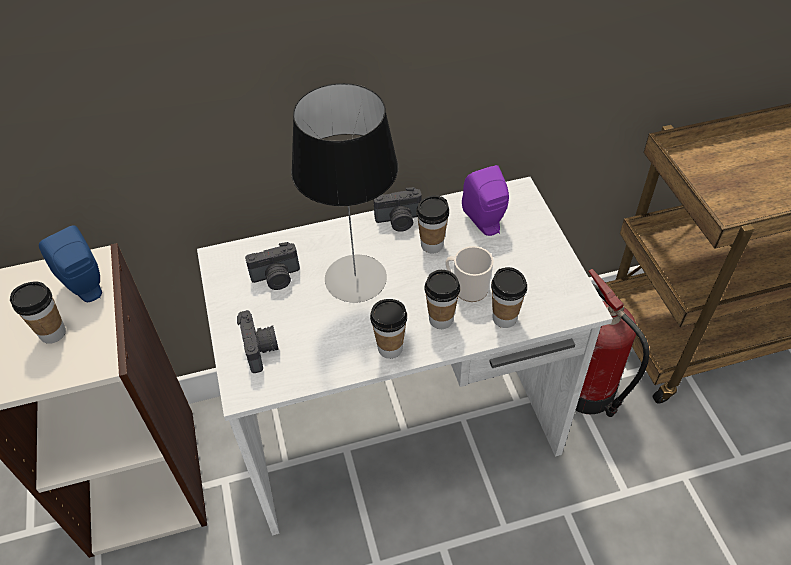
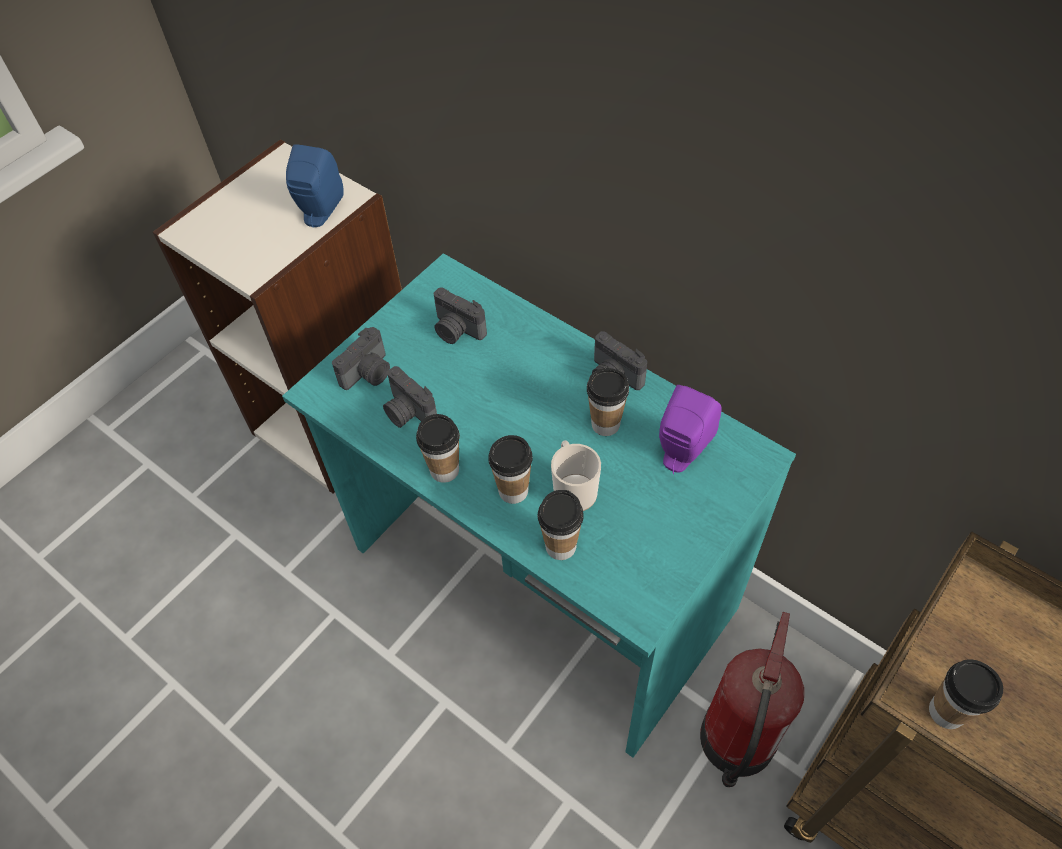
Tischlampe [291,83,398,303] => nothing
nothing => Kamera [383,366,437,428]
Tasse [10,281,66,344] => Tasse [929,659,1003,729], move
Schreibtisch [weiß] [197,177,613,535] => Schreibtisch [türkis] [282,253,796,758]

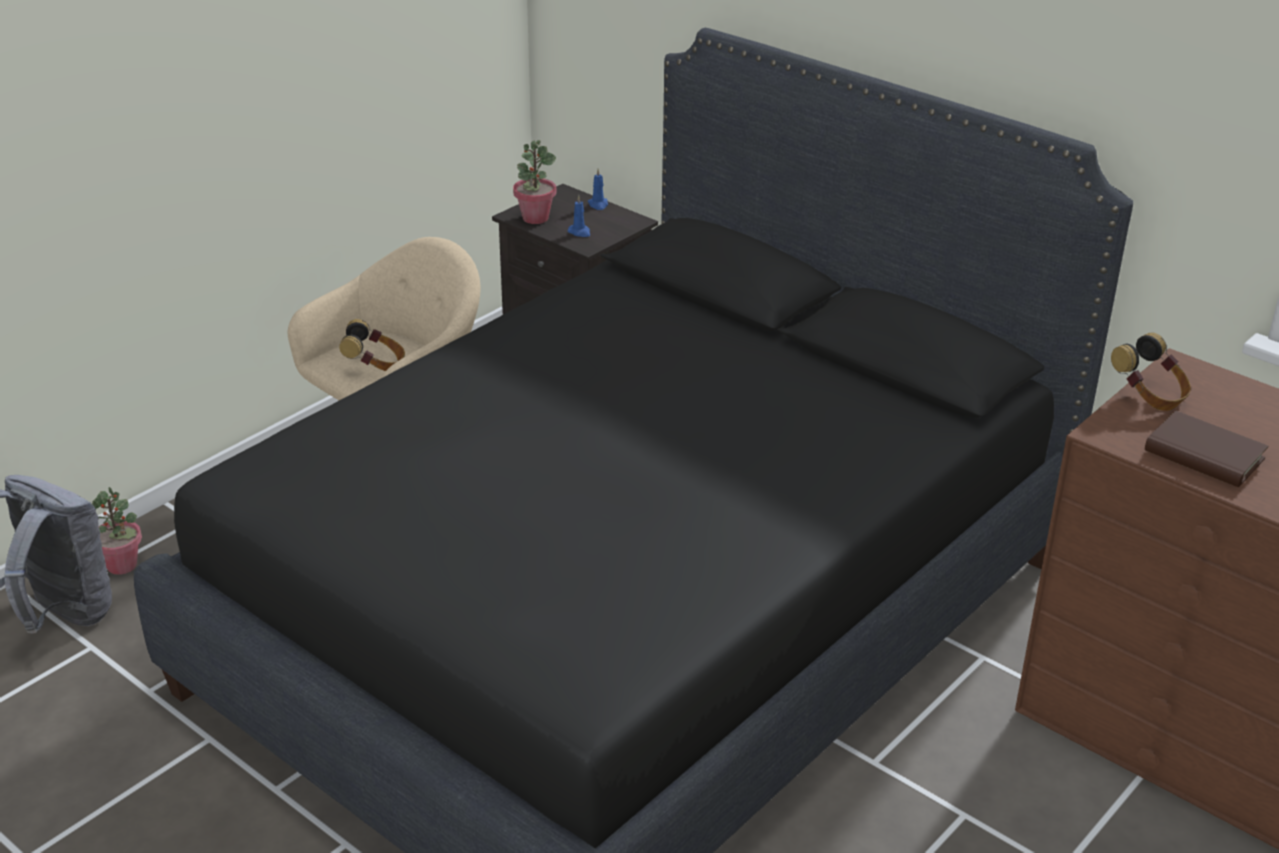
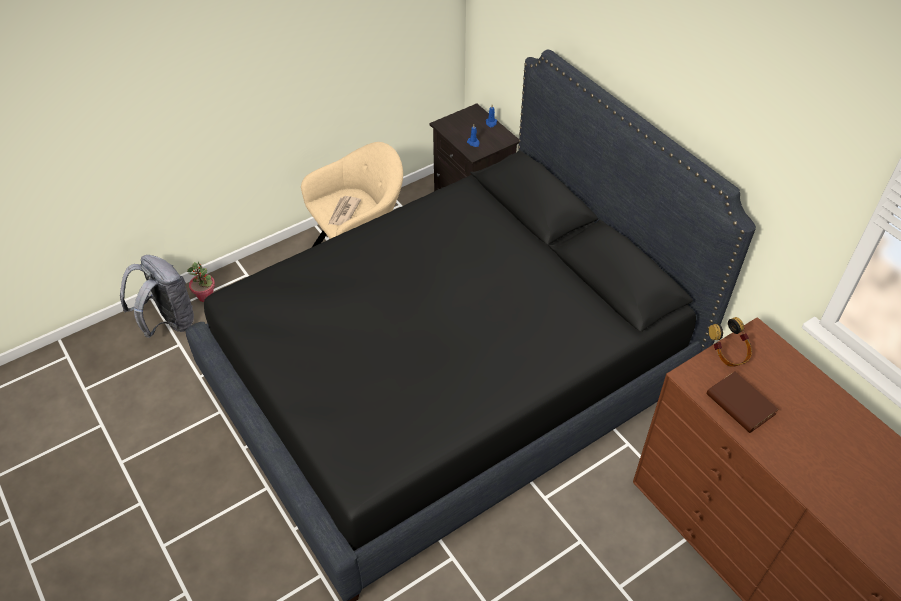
Topfpflanze [513,140,557,224] => nothing
Kopfhörer [339,319,405,371] => Zeitung [329,196,361,226]

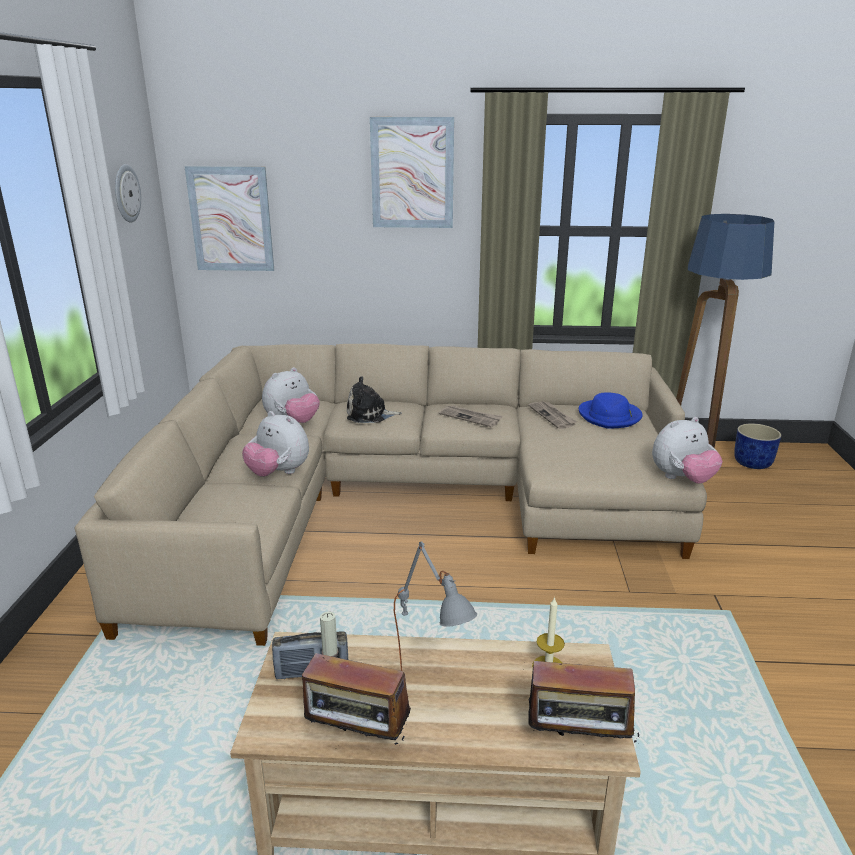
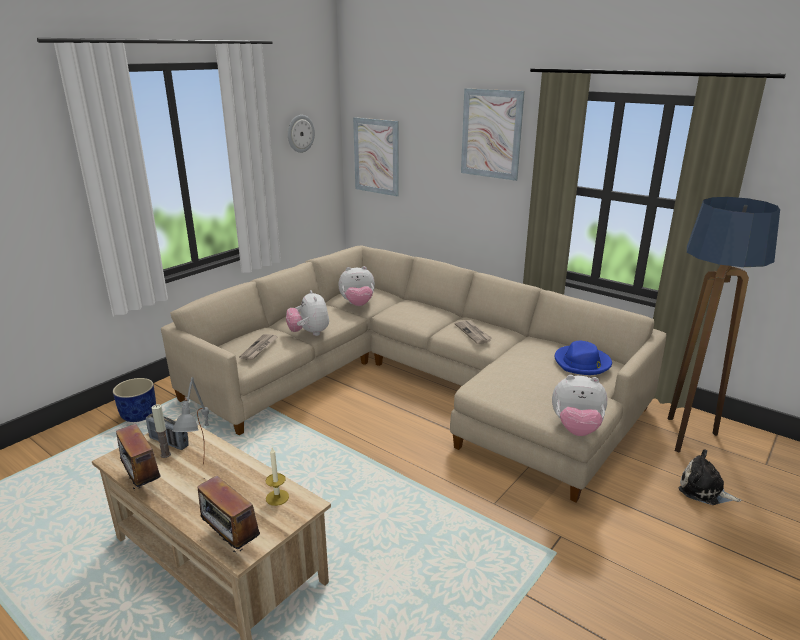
Plüschtier [347,376,402,423] => Plüschtier [679,449,742,505], move
Zeitung [529,401,577,429] => Zeitung [239,334,278,360], move
Pflanzkübel [blau] [734,423,781,469] => Pflanzkübel [blau] [113,378,156,422], move

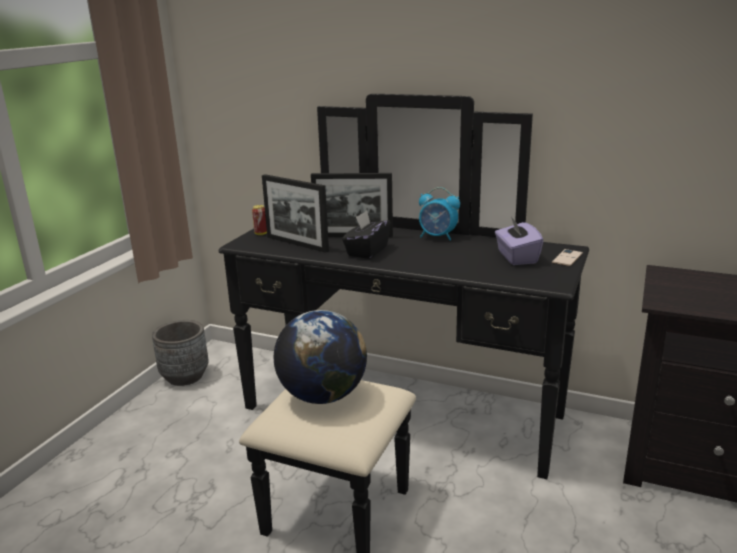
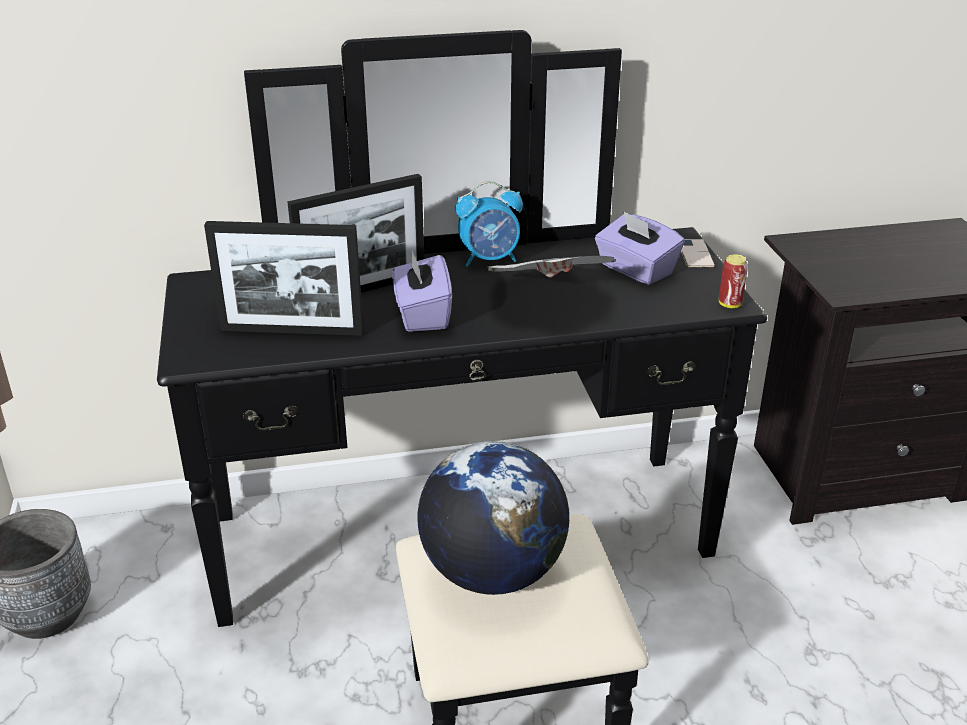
nothing => Zeitung [488,256,615,278]
Dose [252,205,267,235] => Dose [719,254,748,308], move
Taschentuchbox [schwarz] [342,211,391,259] => Taschentuchbox [lila] [392,249,452,332]

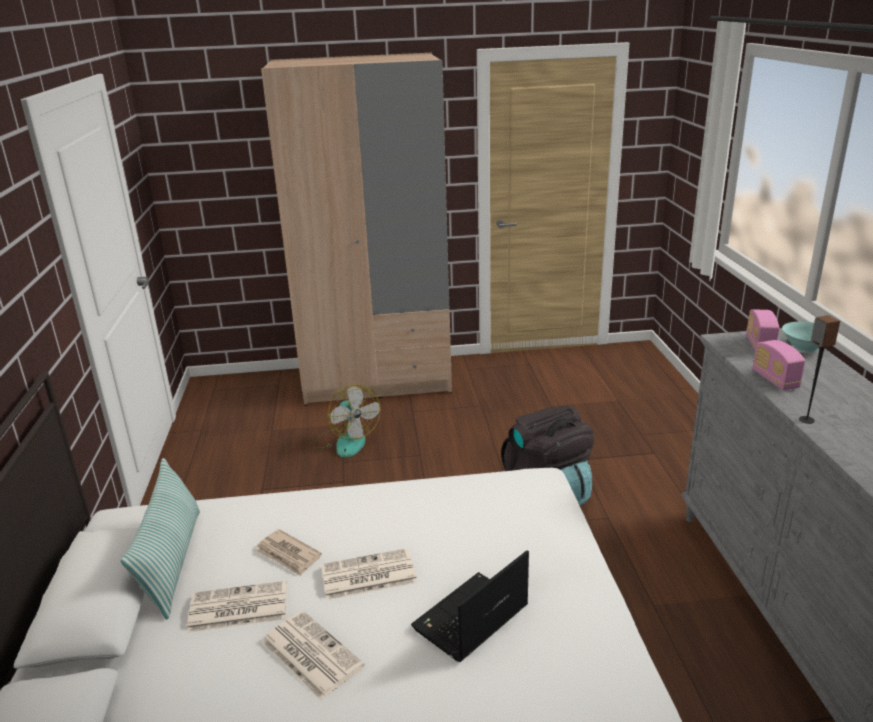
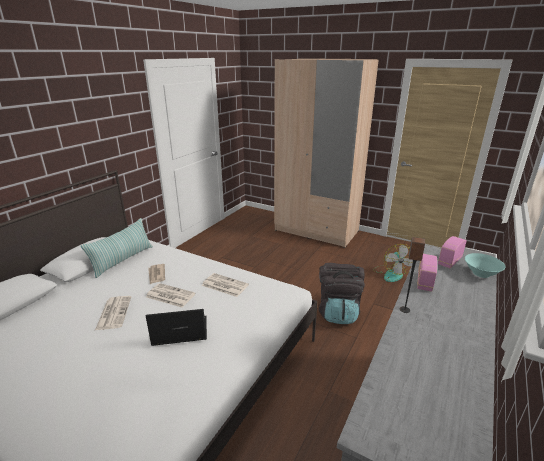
Zeitung [187,581,287,632] => Zeitung [202,273,249,297], move
Ventilator [313,384,381,458] => Ventilator [373,244,413,282], move

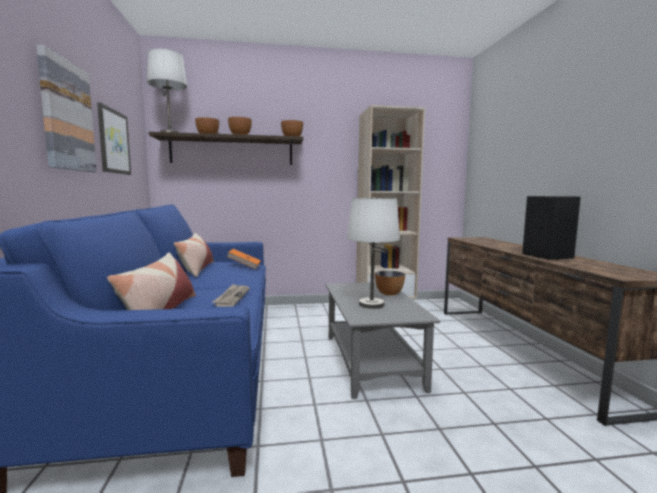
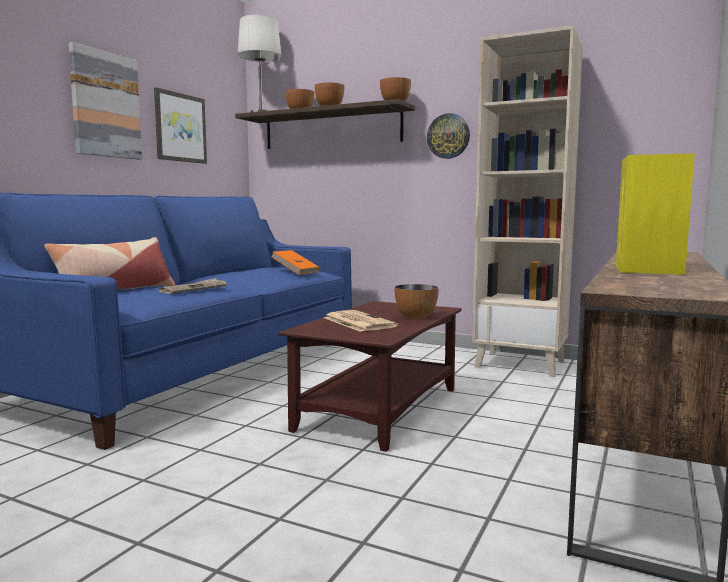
Kissen [174,233,214,277] => nothing
nothing => Wanduhr [427,113,470,159]
Tischlampe [weiß] [347,197,400,309] => Zeitung [324,310,398,332]
Couchtisch [grau] [325,282,440,399] => Couchtisch [braun] [279,301,462,452]
Lautsprecher [schwarz] [522,196,581,260] => Lautsprecher [gelb] [616,153,695,275]

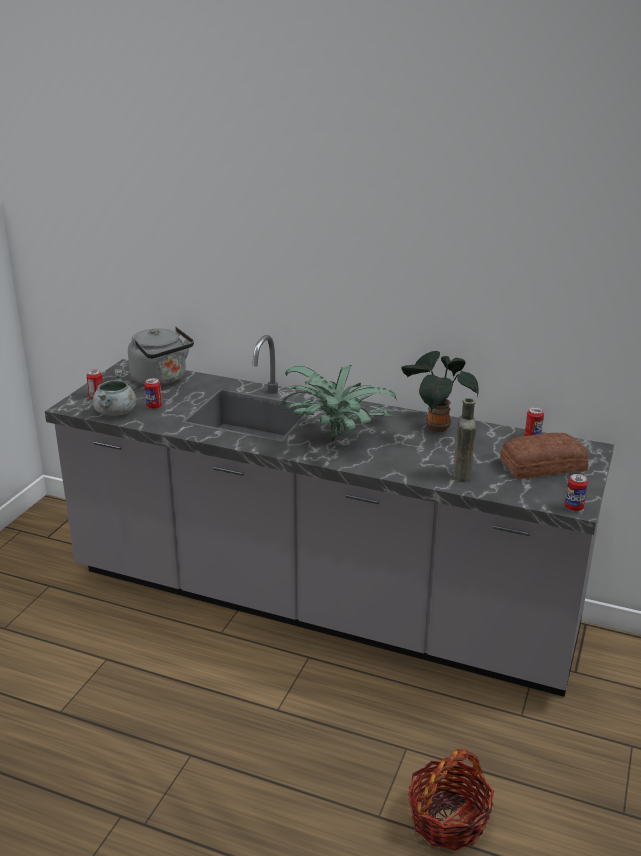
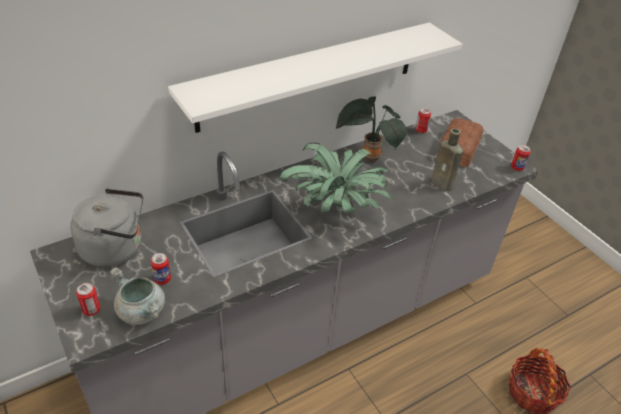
nothing => Wandregal [weiß] [168,23,462,133]

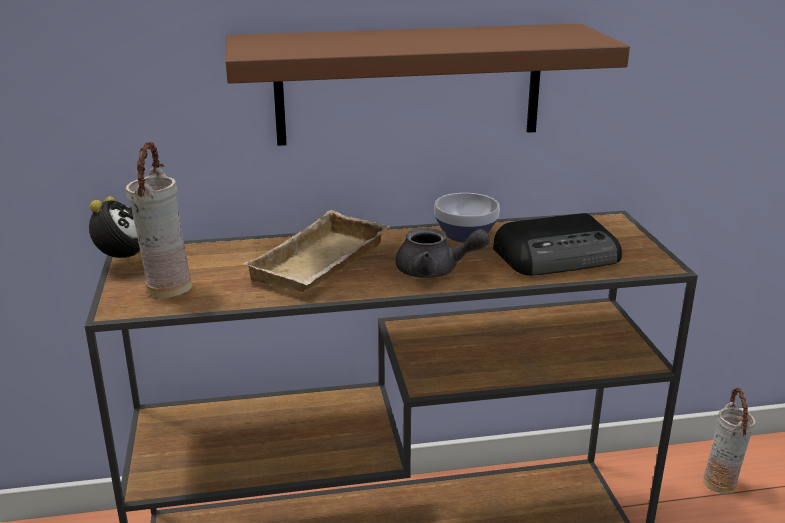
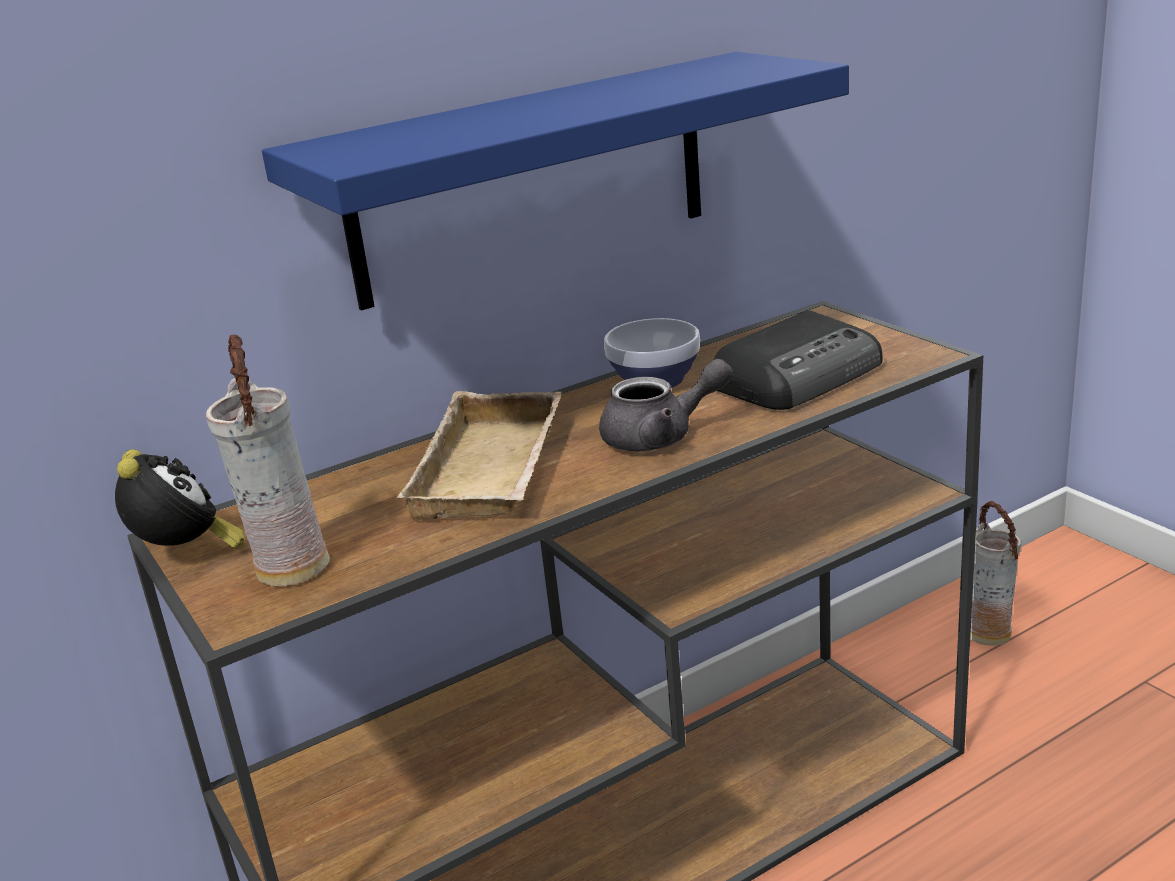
Wandregal [braun] [226,24,630,146] => Wandregal [blau] [262,52,849,311]

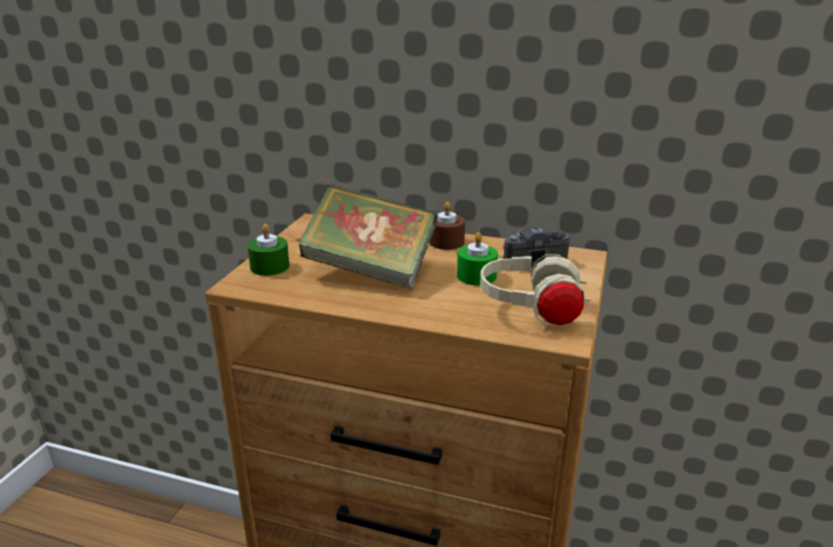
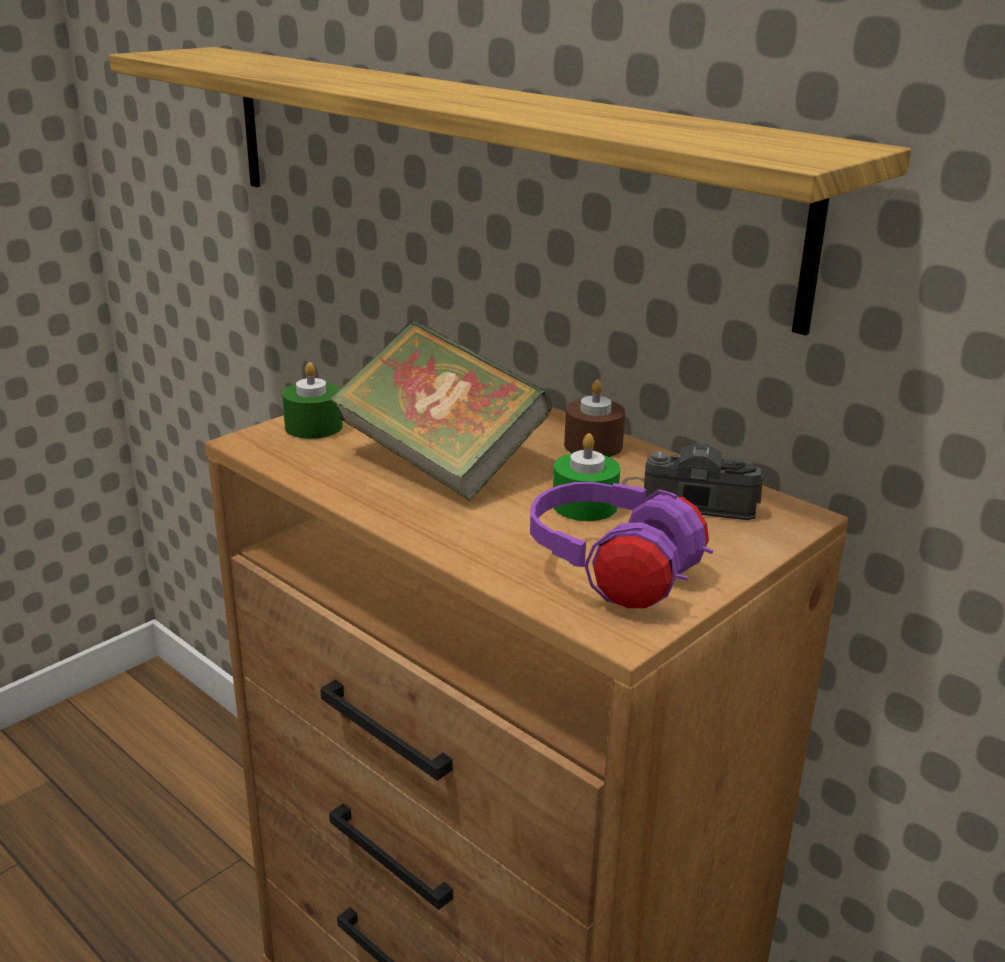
nothing => Wandregal [109,47,911,336]
Kopfhörer [beige] [480,254,591,325] => Kopfhörer [lila] [530,482,713,608]

